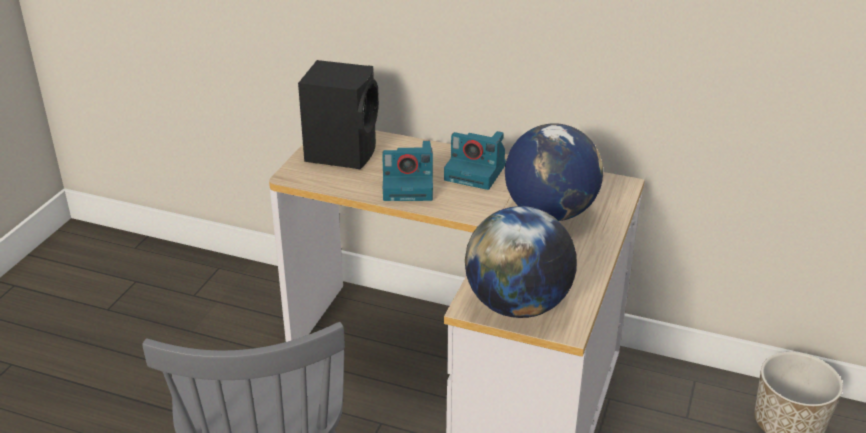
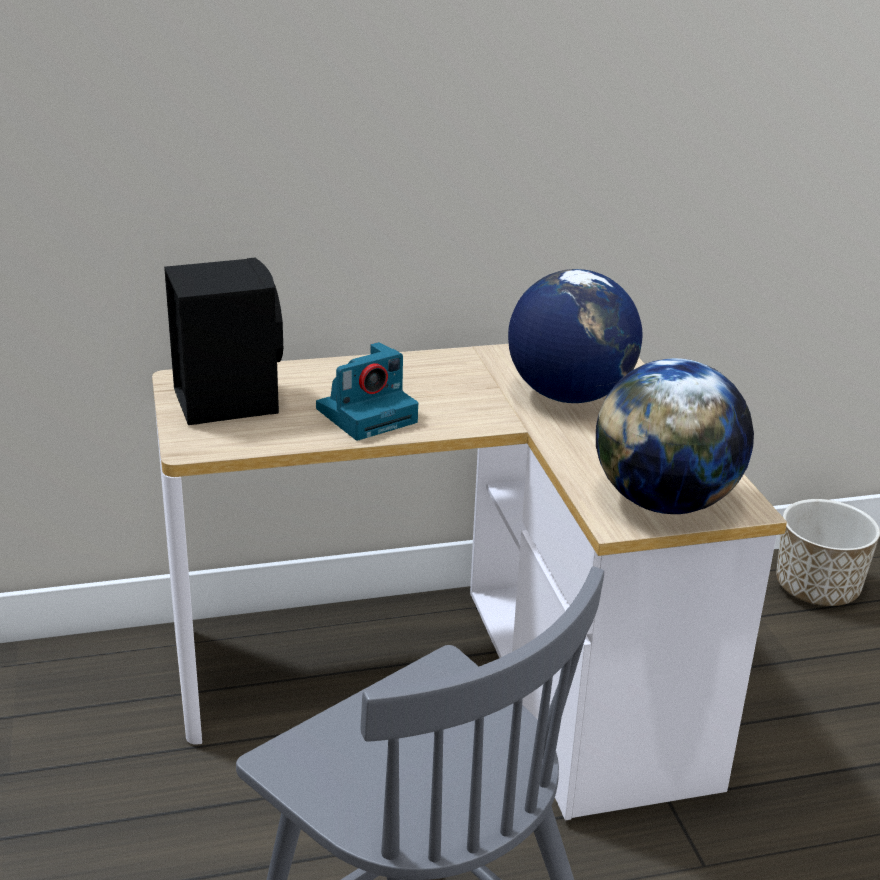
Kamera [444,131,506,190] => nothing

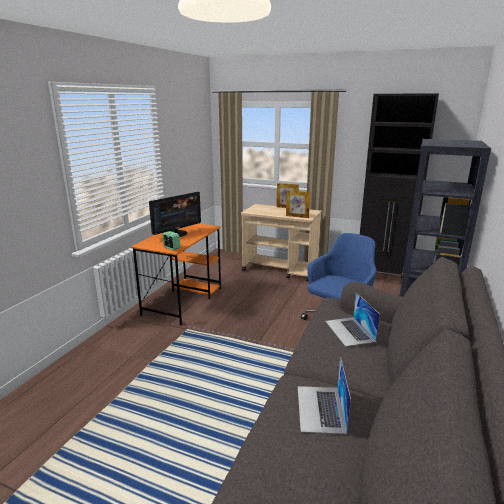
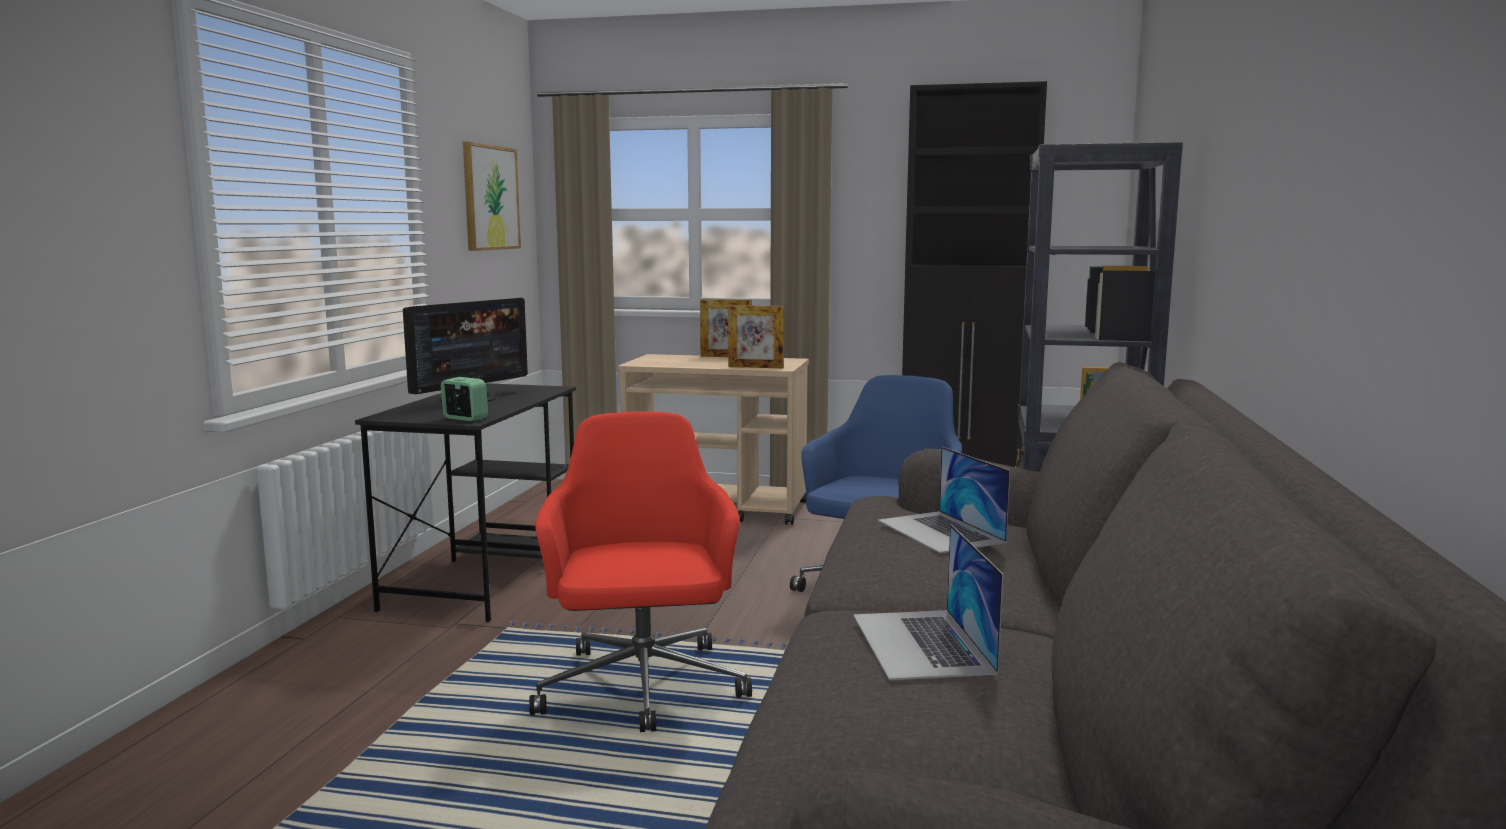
nothing => Bild [463,141,521,251]
nothing => Bürostuhl [rot] [529,412,752,732]
Schreibtisch [orange] [131,224,221,325] => Schreibtisch [schwarz] [355,383,576,622]

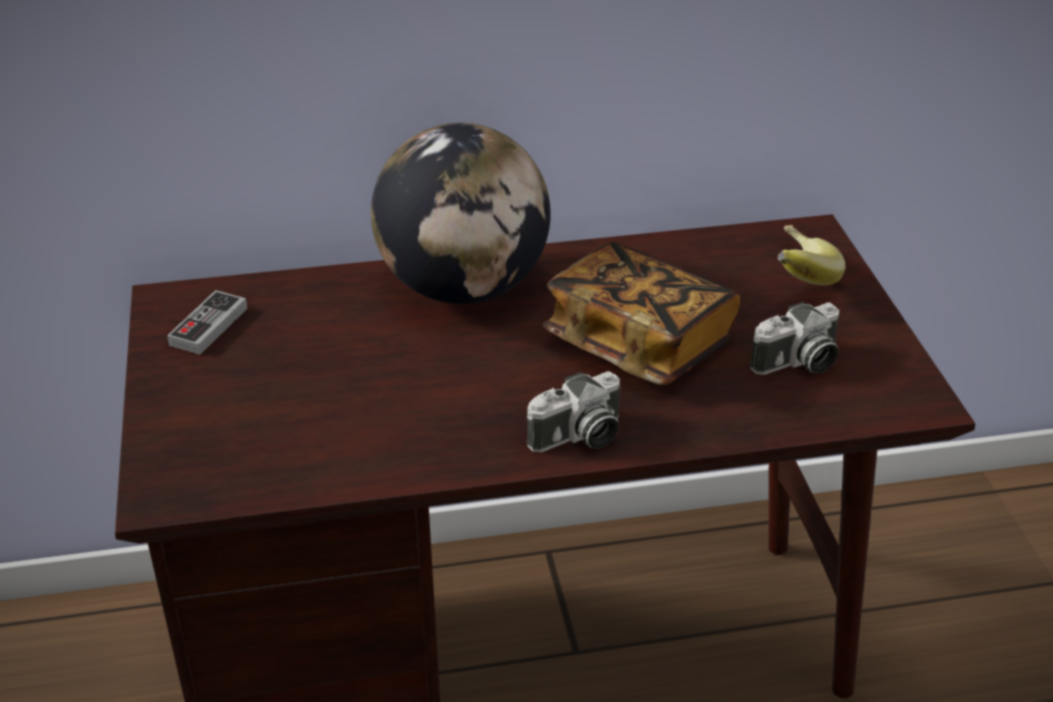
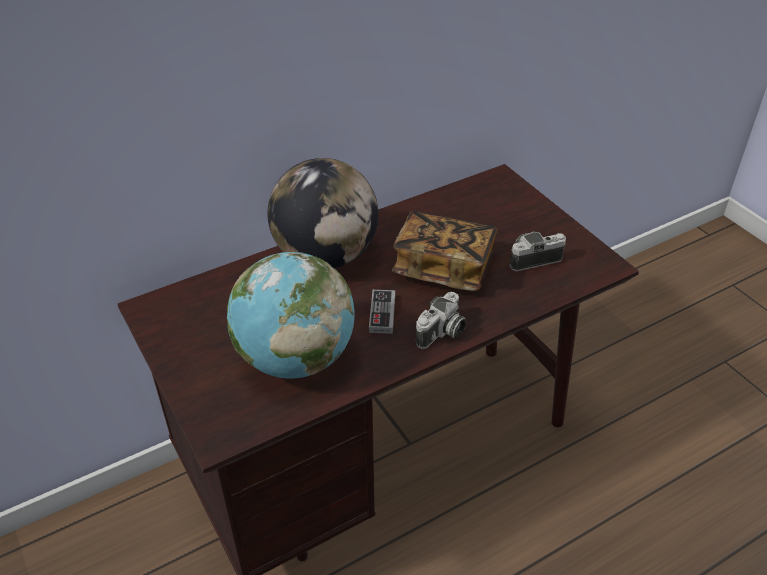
Banane [778,225,846,286] => nothing
nothing => Globus [227,252,355,379]
Gamepad [167,290,247,355] => Gamepad [369,290,395,334], move
Kamera [750,302,839,375] => Kamera [510,232,566,271], 150 degrees counterclockwise

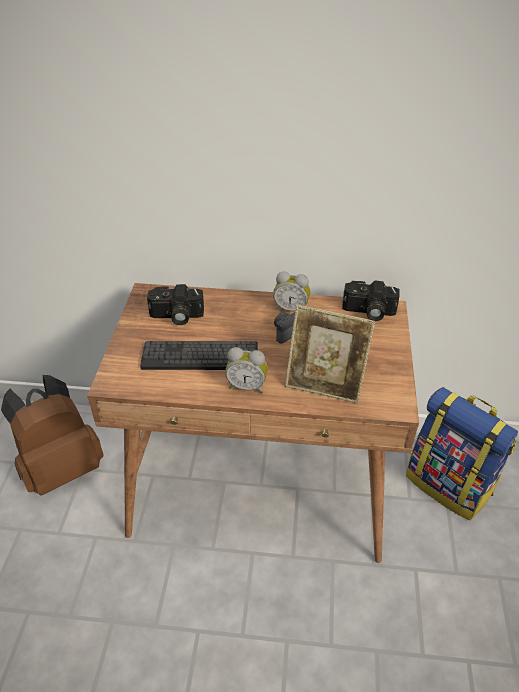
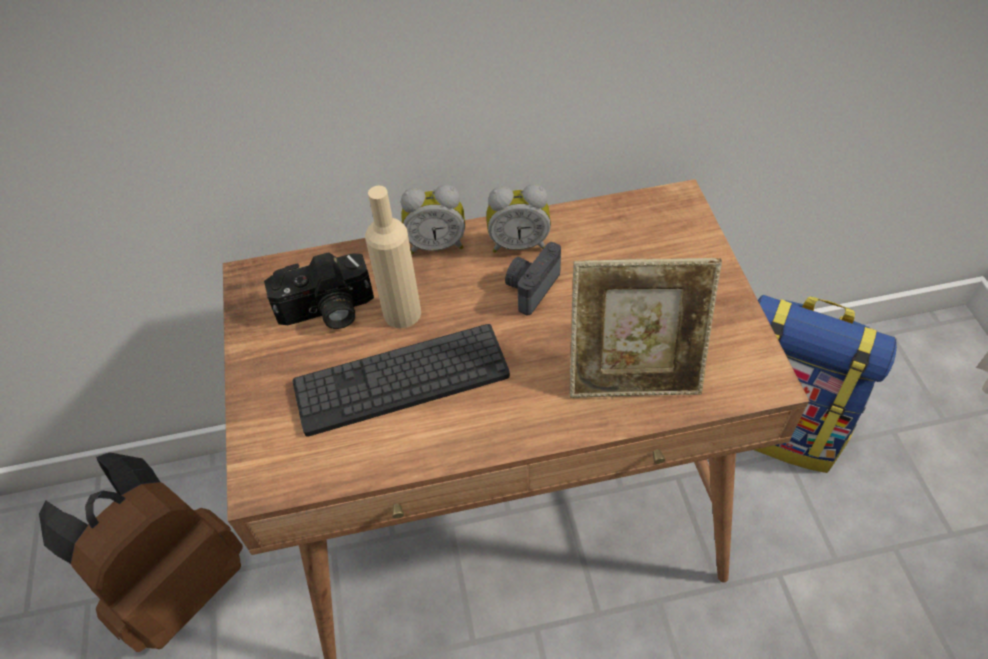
Kamera [342,281,400,321] => nothing
nothing => Flasche [beige] [365,186,421,328]
Wecker [225,347,268,394] => Wecker [401,184,465,254], move

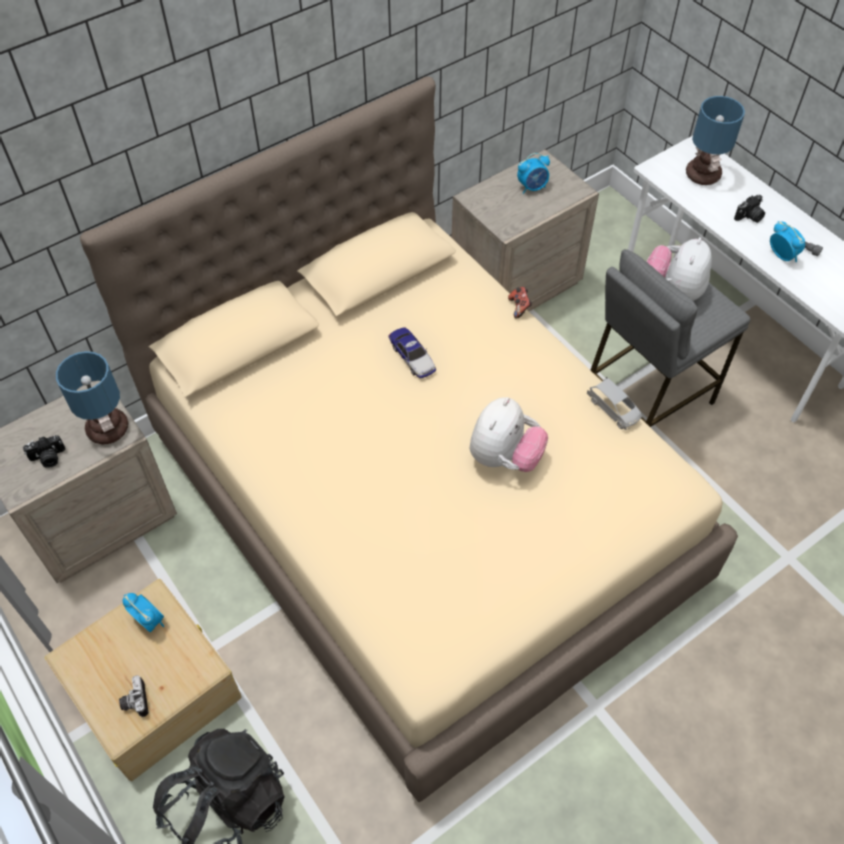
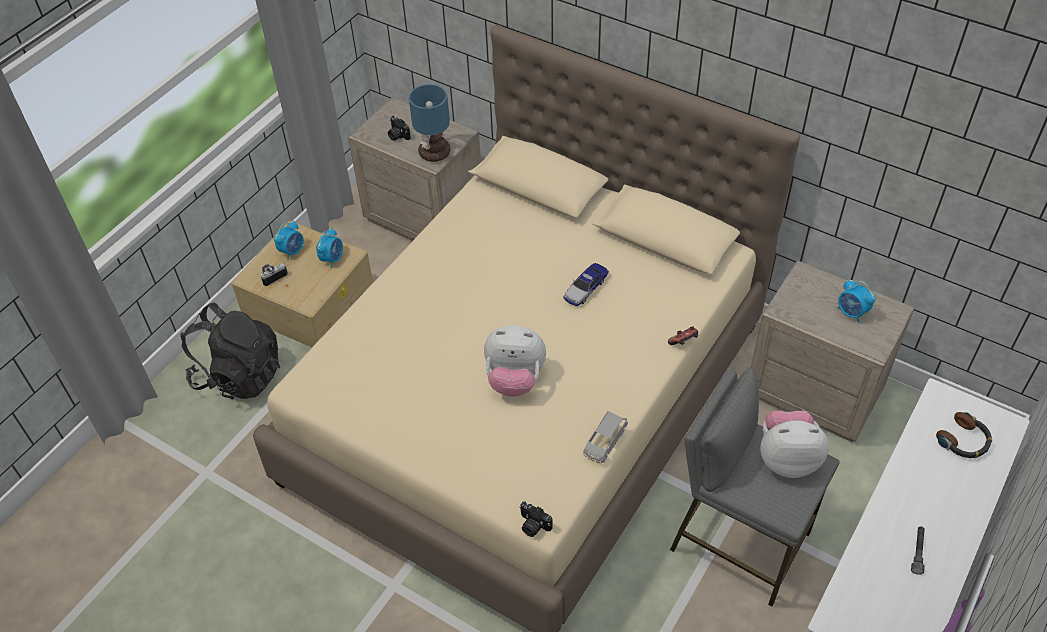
Kamera [734,195,765,223] => Kamera [519,502,553,537], move
Wecker [770,221,805,262] => Wecker [274,221,304,260], move
Tischlampe [686,96,745,185] => Kopfhörer [936,412,992,458]

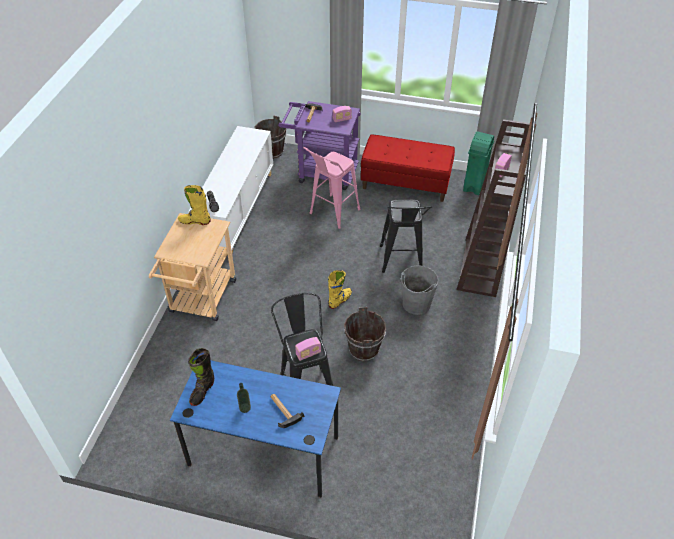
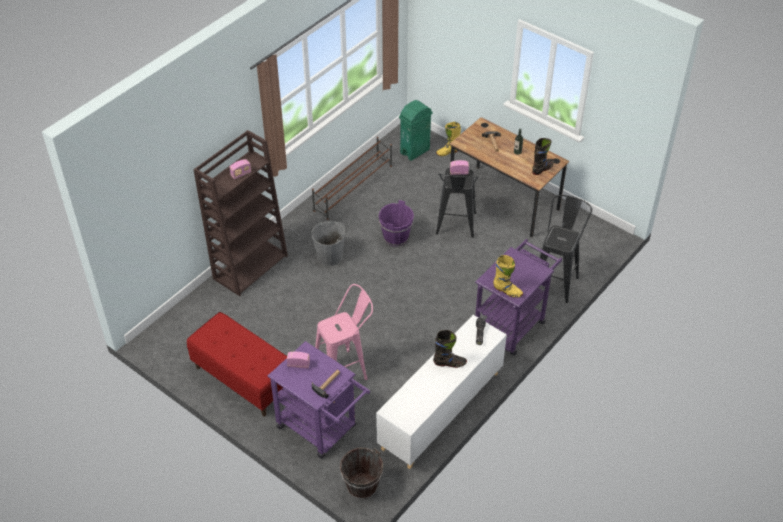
nothing => Schuhregal [braun] [312,137,392,220]
nothing => Stiefel [schwarz] [433,330,467,368]
Stiefel [gelb] [328,270,352,309] => Stiefel [gelb] [436,122,461,156], move
Hocker [schwarz] [380,200,432,273] => Hocker [schwarz] [539,195,592,303], move
Mülleimer [grün] [463,131,494,195] => Mülleimer [grün] [399,100,432,161], move
Rollwagen [beige] [149,213,236,321] => Rollwagen [lila] [475,239,562,355]
Schreibtisch [blau] [170,360,341,498] => Schreibtisch [braun] [449,117,569,237]
Eimer [braun] [344,307,386,361] => Eimer [lila] [379,200,414,247]

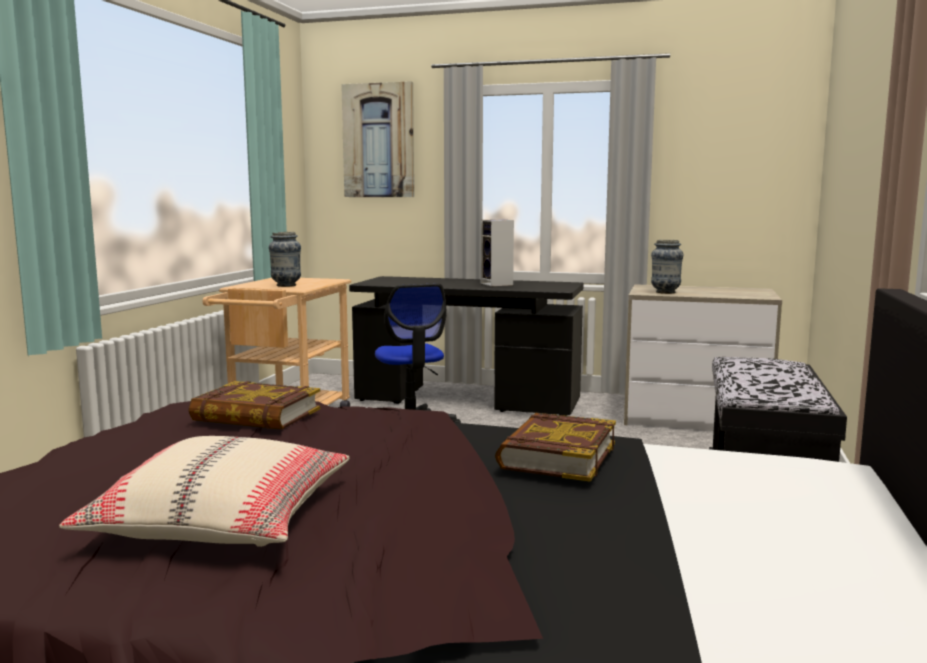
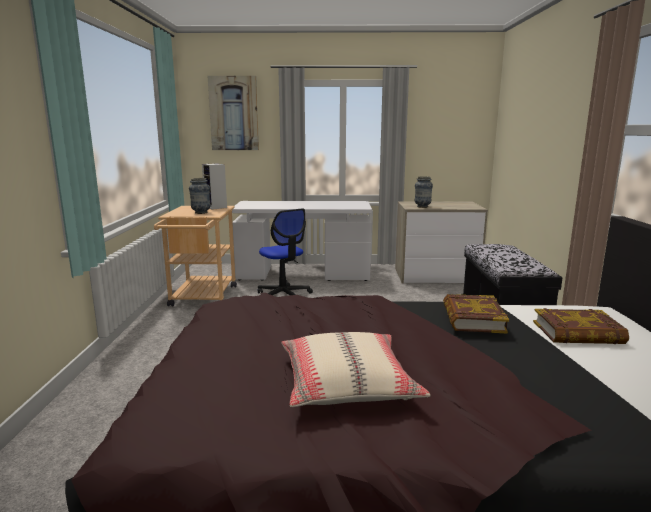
Buch [189,381,320,429] => Buch [533,308,629,344], move
Lautsprecher [480,219,514,286] => Lautsprecher [202,163,227,210], move
Schreibtisch [schwarz] [349,276,584,416] => Schreibtisch [weiß] [232,201,372,281]

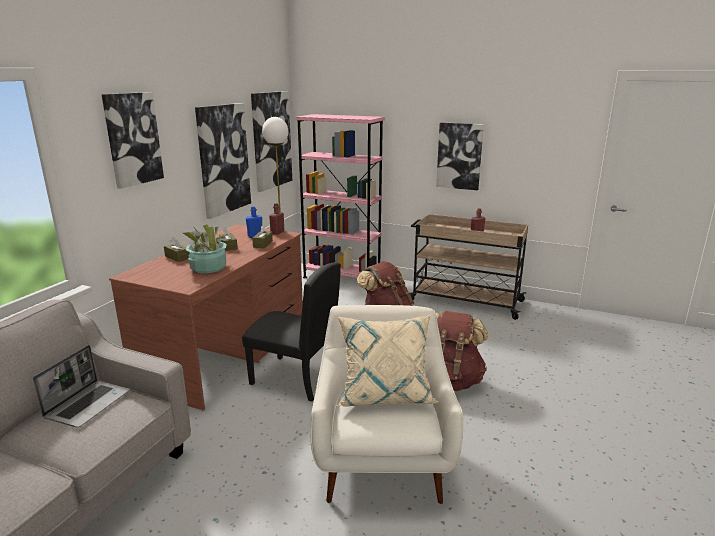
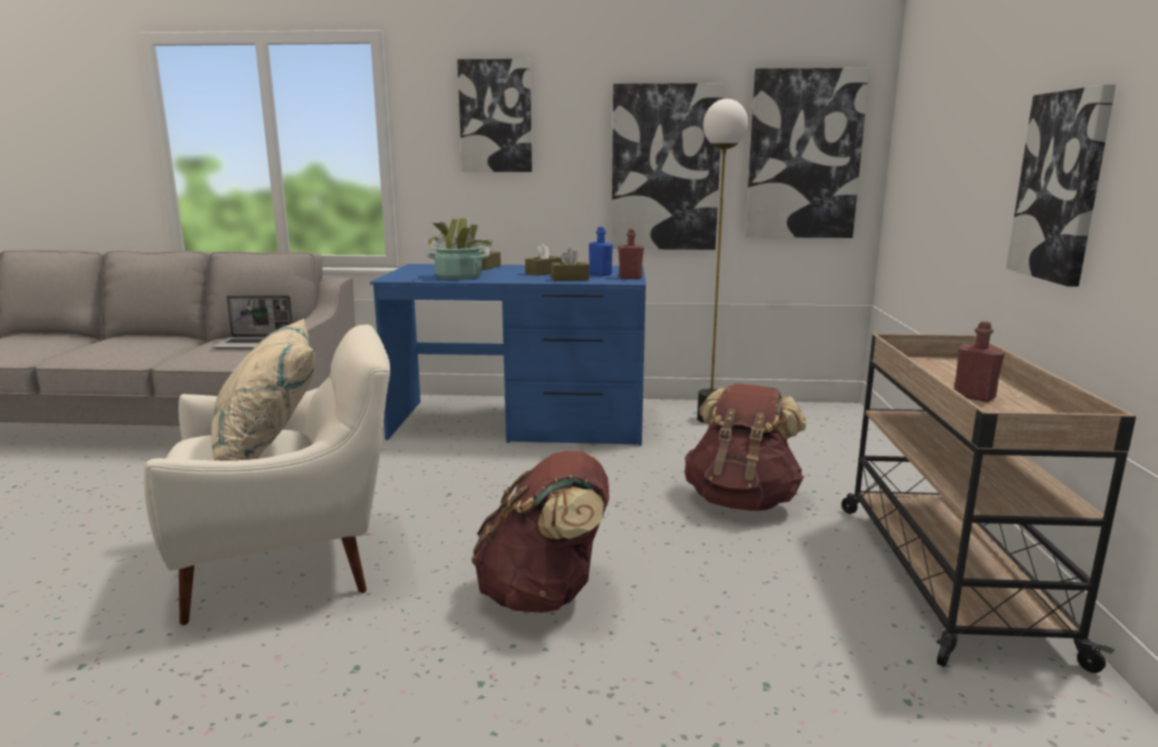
Stuhl [schwarz] [242,262,341,402] => nothing
Bücherregal [rosa] [295,114,385,278] => nothing
Schreibtisch [braun] [109,224,303,411] => Schreibtisch [blau] [370,264,646,446]

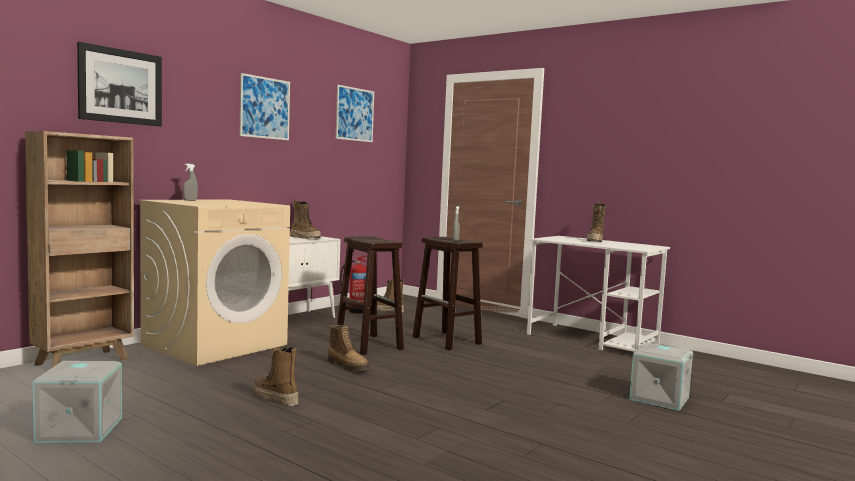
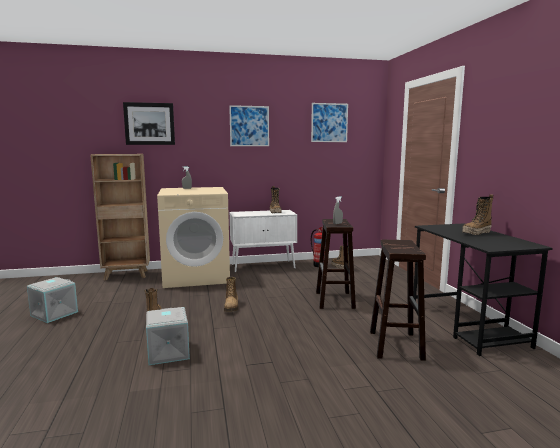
Hocker [braun] [337,236,404,355] => Hocker [braun] [370,240,426,361], move
Aufbewahrungsbox [grau] [629,343,693,411] => Aufbewahrungsbox [grau] [146,307,190,365], move
Schreibtisch [weiß] [527,236,670,352] => Schreibtisch [schwarz] [413,223,552,356]

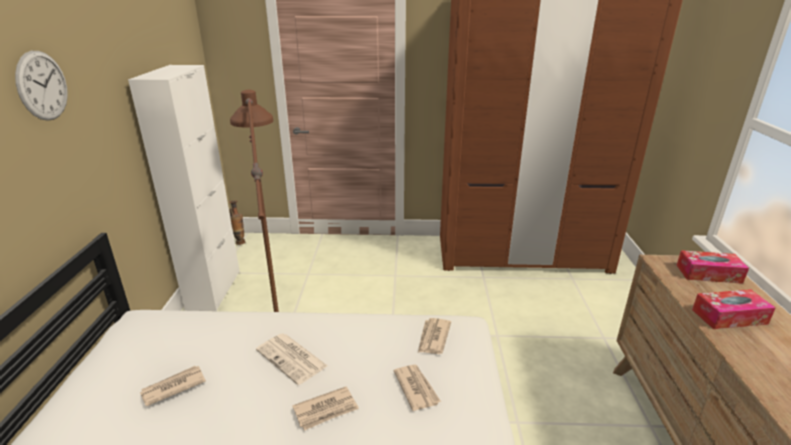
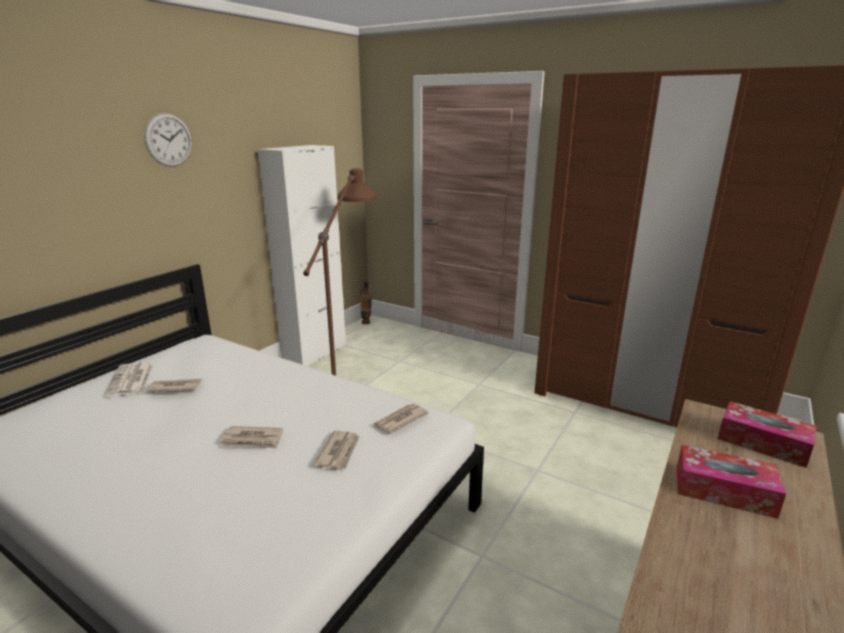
Zeitung [256,334,328,385] => Zeitung [105,362,154,397], move

